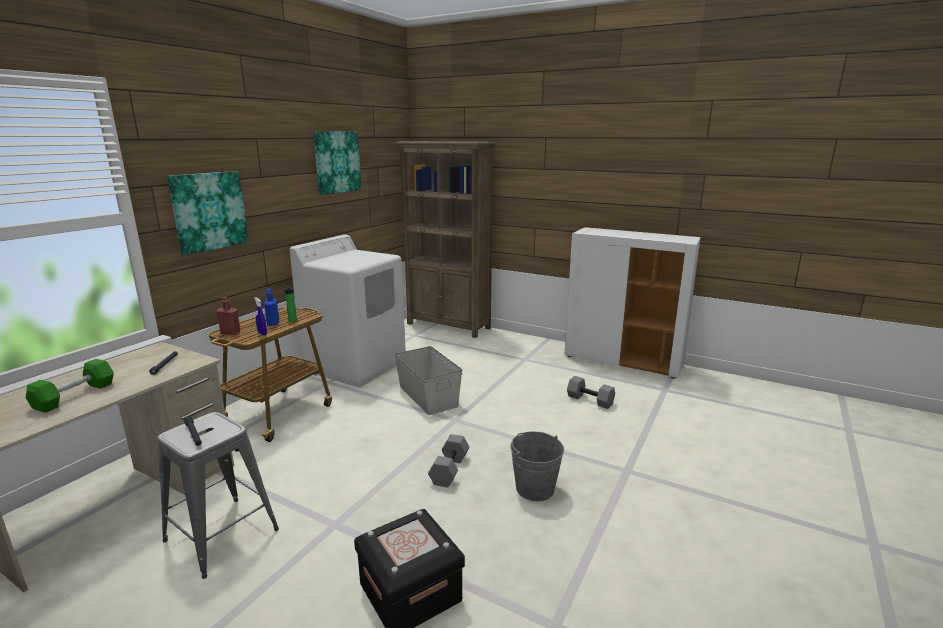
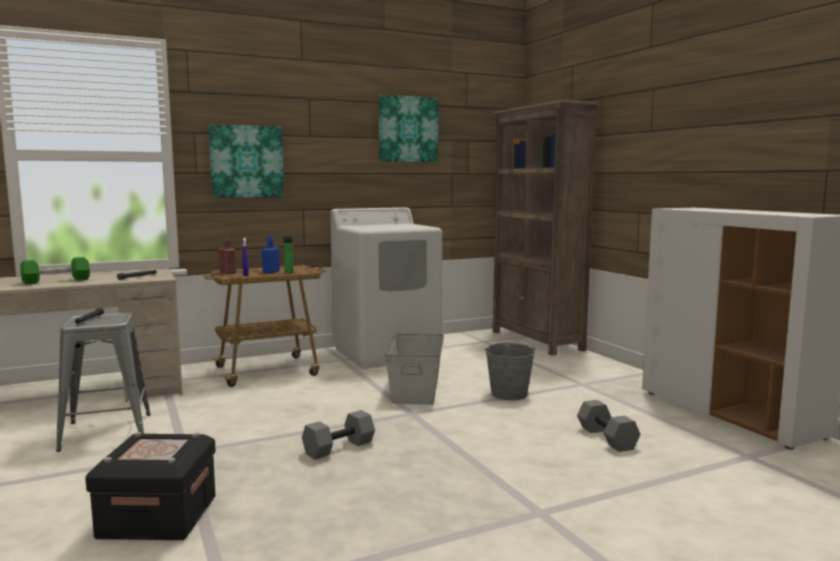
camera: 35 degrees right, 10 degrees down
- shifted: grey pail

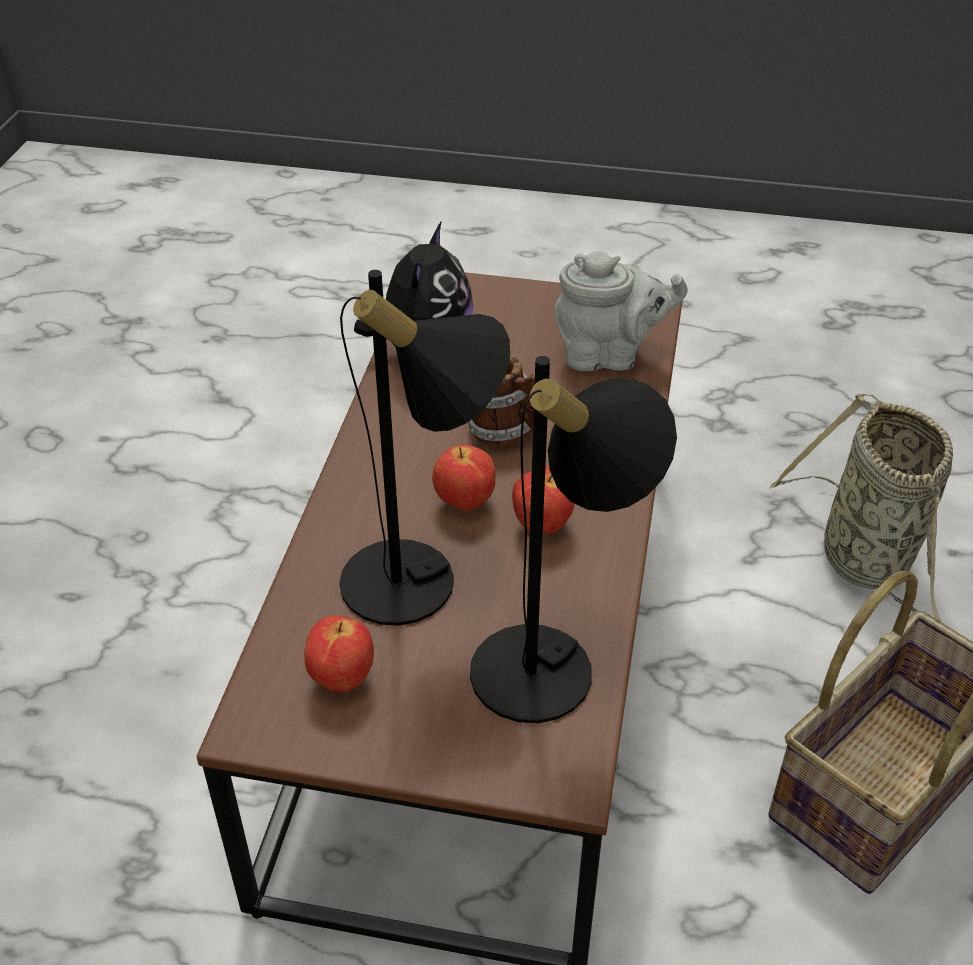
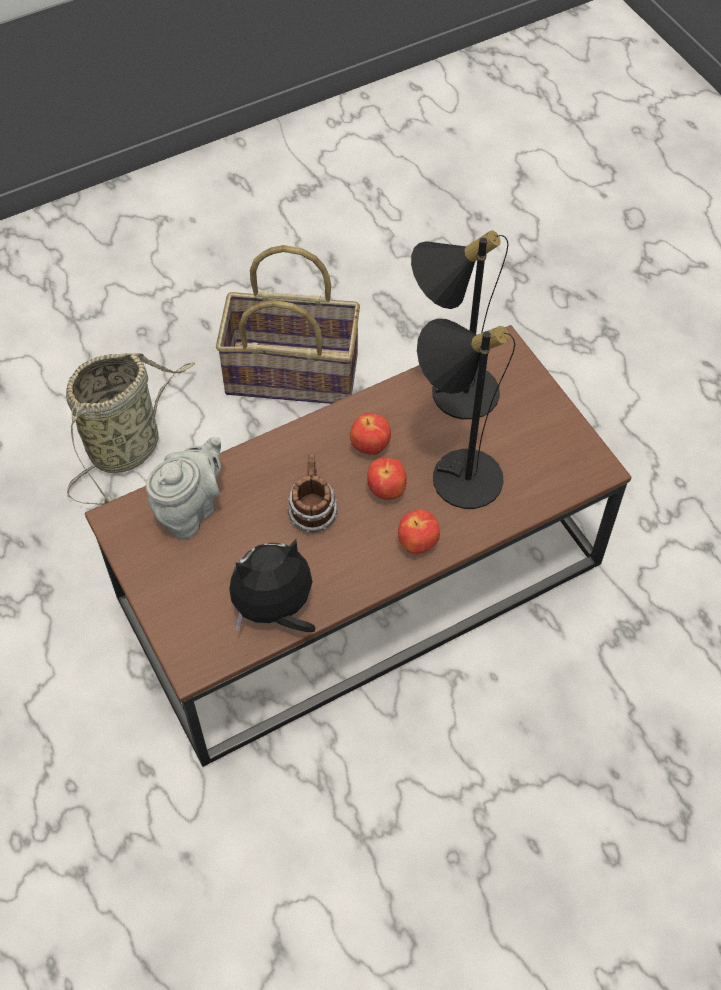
camera: 130 degrees left, 15 degrees up
- shifted: apple (no. 1 from left in the first image) to apple (no. 3 from left)
- rotated: grey pot for tea 75 degrees clockwise

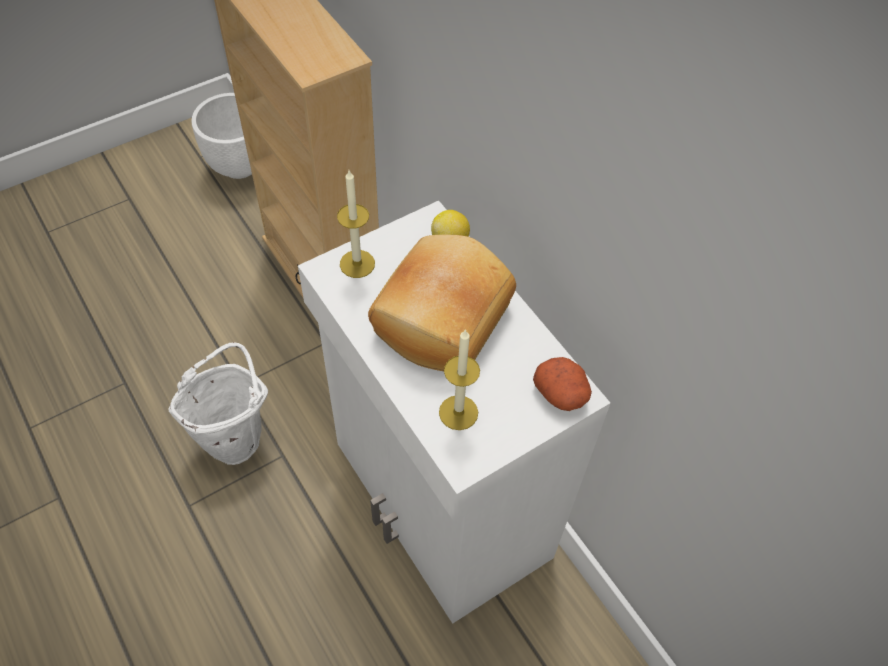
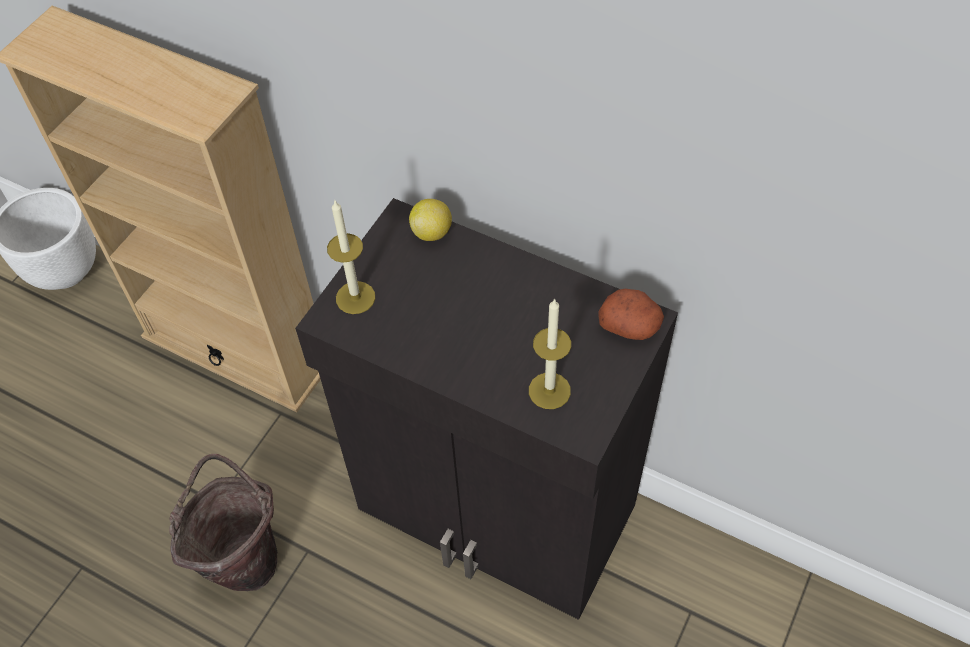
camera: 25 degrees left, 0 degrees up
- gone: baked bread
- repainted: whitish pail to brown-coloured pail
- repainted: whitish storage cabinet to black storage cabinet

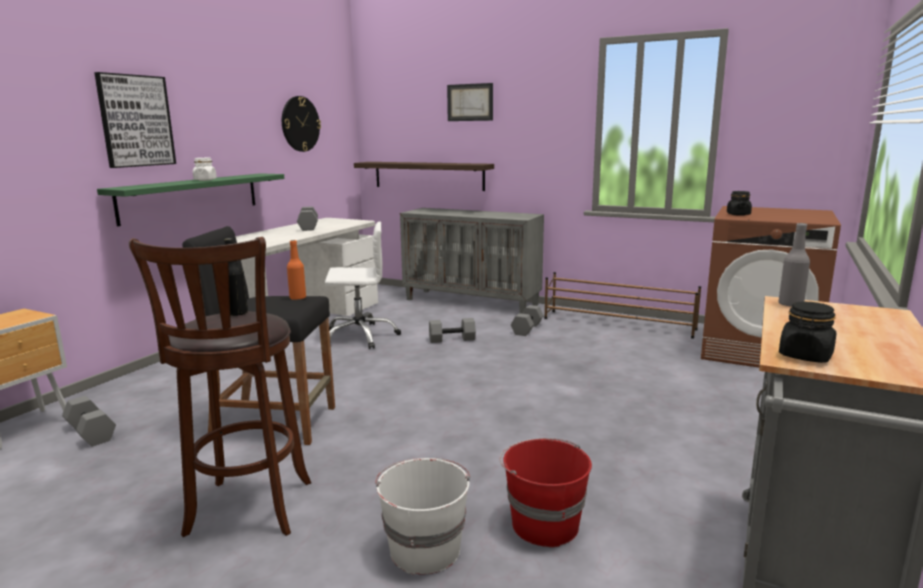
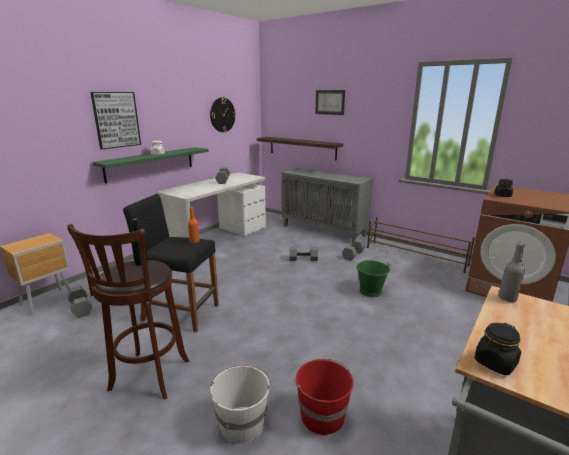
camera: 10 degrees right, 5 degrees up
- gone: whitish office chair
- new: greenish pail

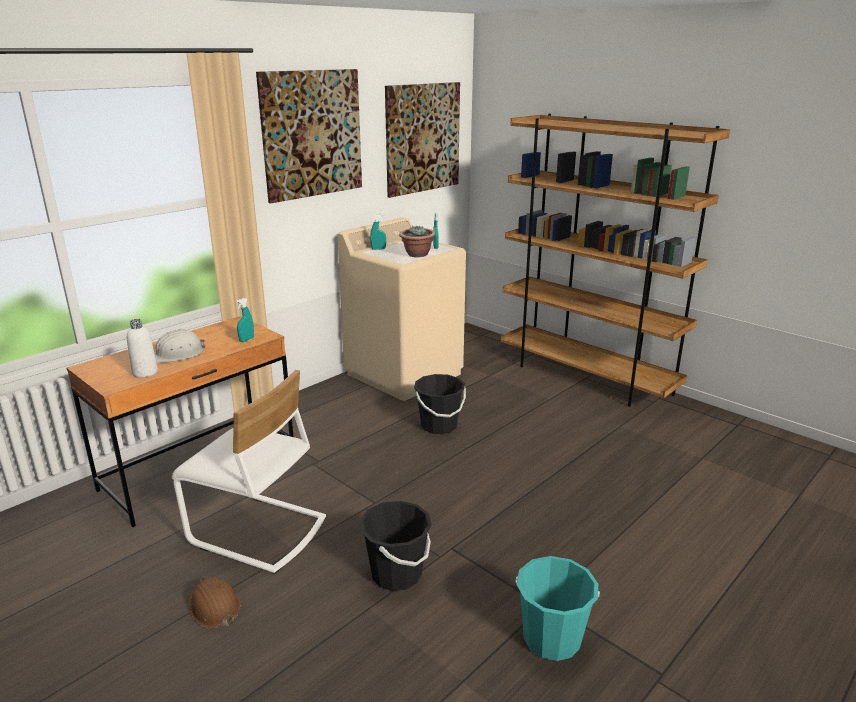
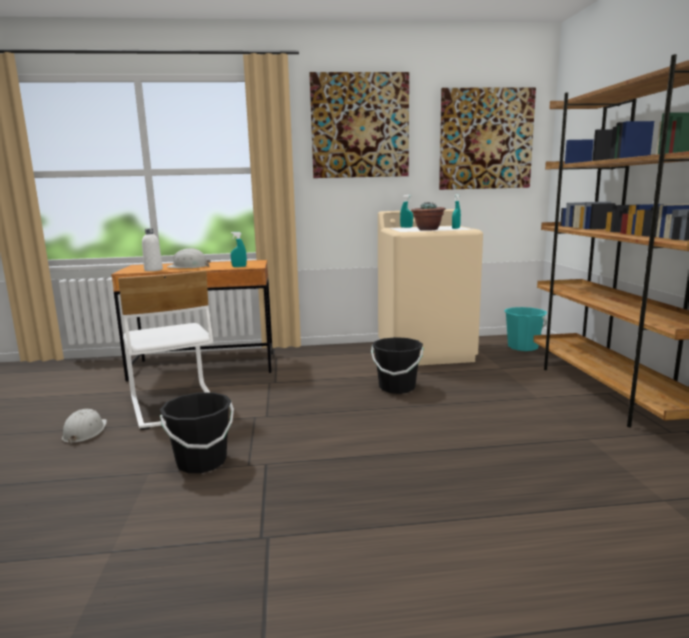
camera: 40 degrees right, 10 degrees down
- shifted: turquoise-coloured pail
- repainted: brown-coloured safety helmet to whitish safety helmet (no. 1 from left)

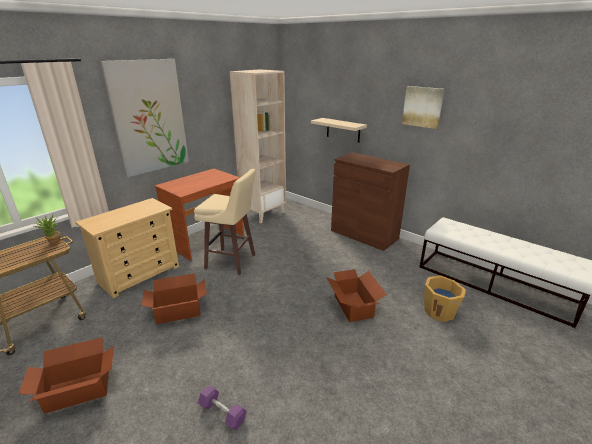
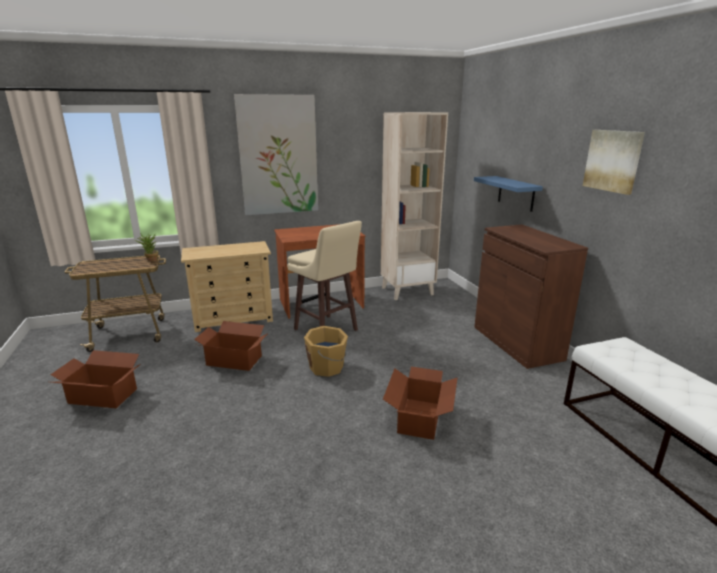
camera: 30 degrees right, 5 degrees down
- gone: purplish dumbbell
- shifted: orange pail
- repainted: sand-coloured bracket shelf to blue bracket shelf

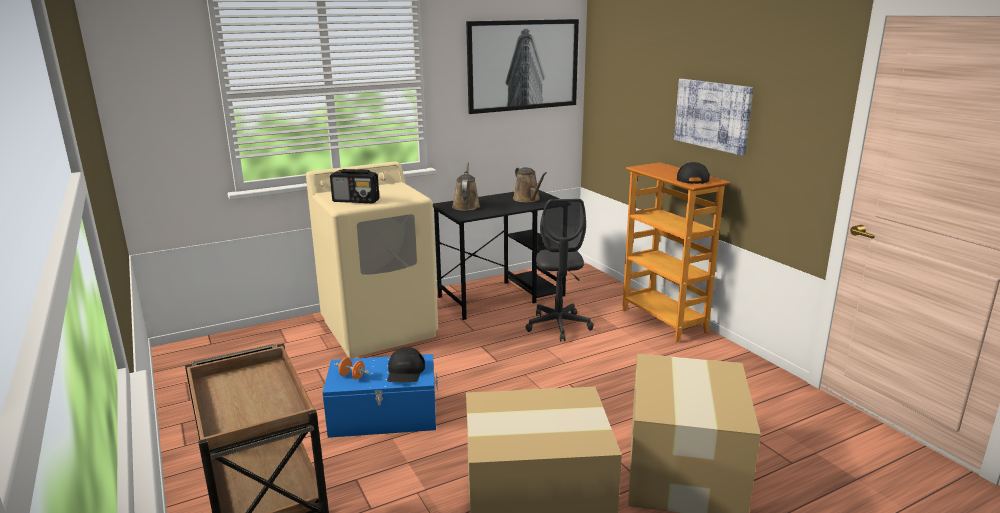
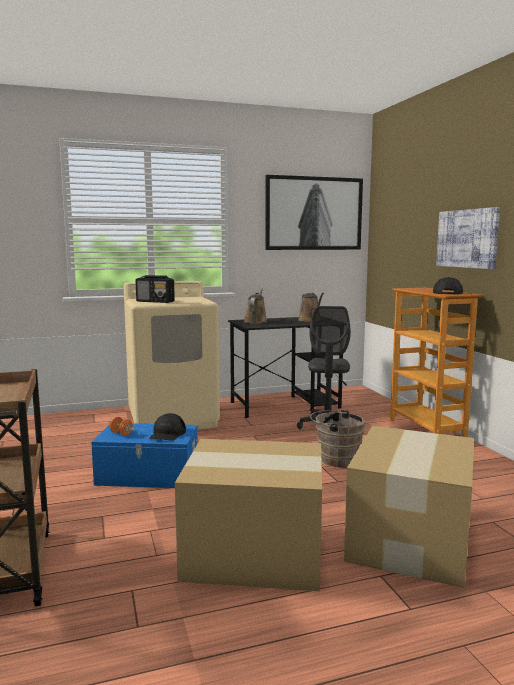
camera: 10 degrees right, 10 degrees down
- new: brown-coloured pail

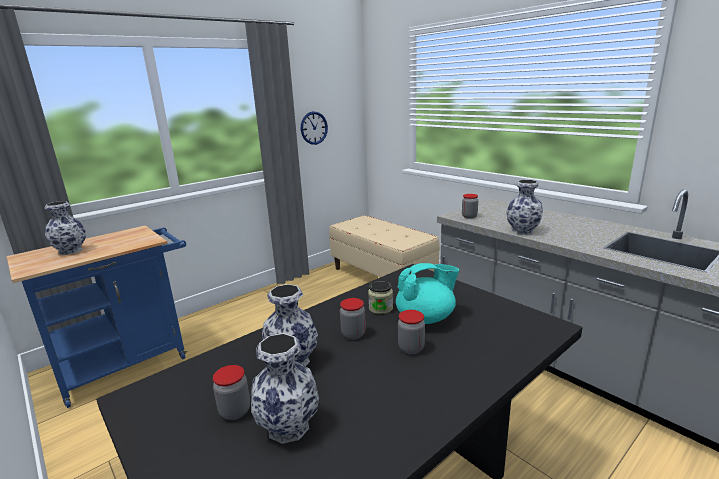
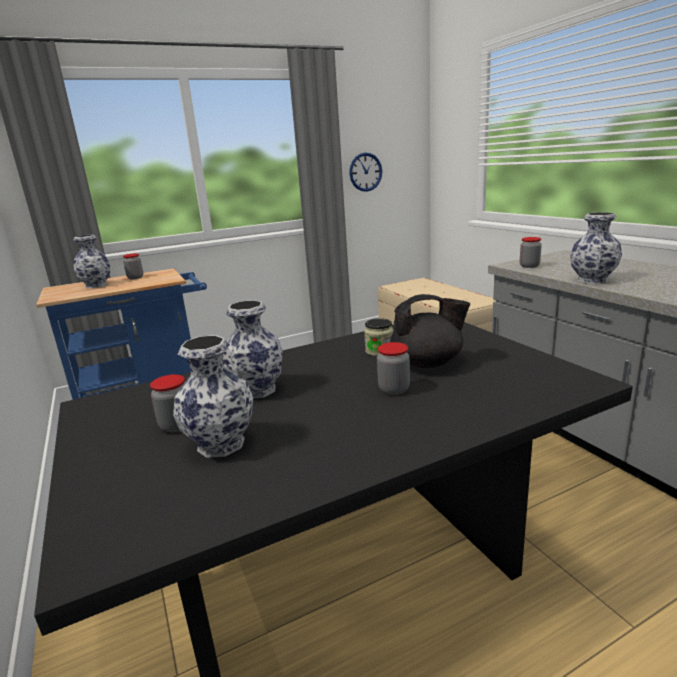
camera: 15 degrees right, 0 degrees up
- shifted: preserve jar (no. 2 from left in the first image) to preserve jar (no. 1 from left)
- repainted: turquoise-coloured pot for tea to black pot for tea

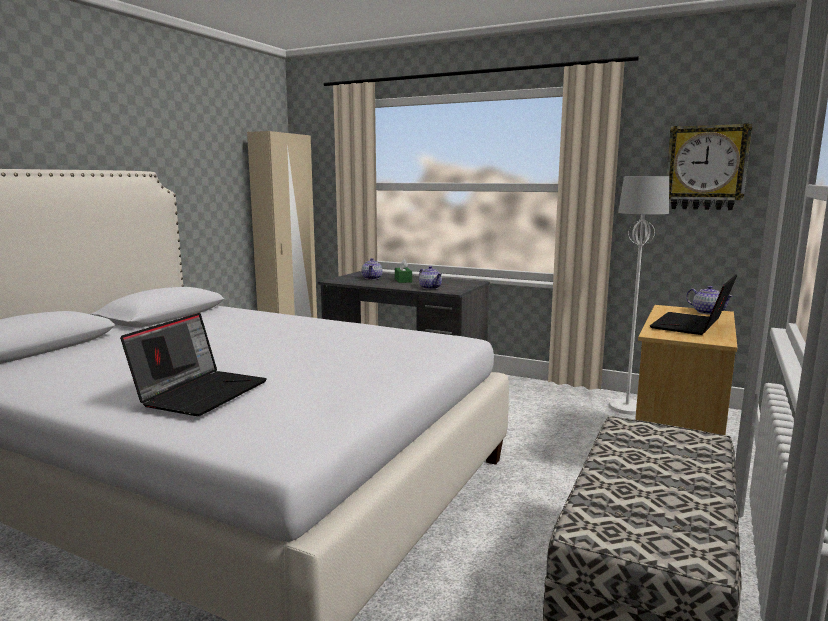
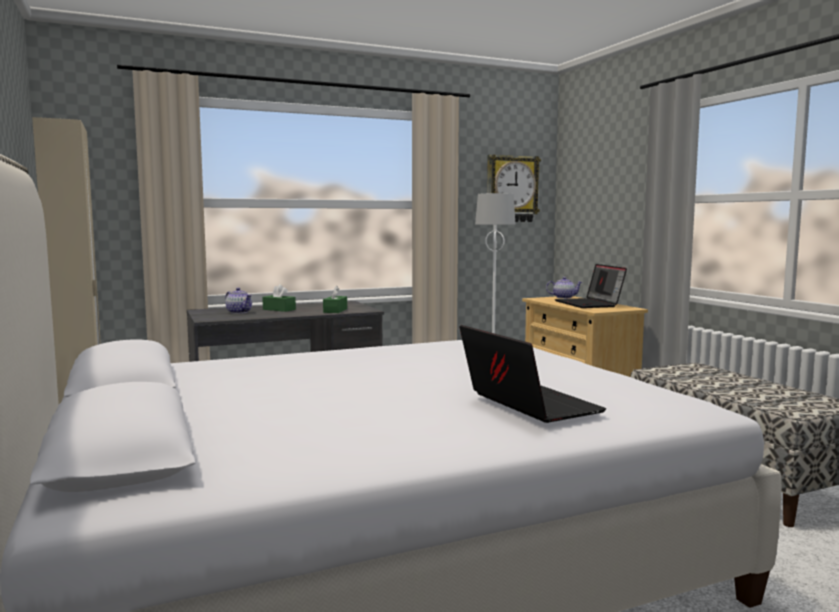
camera: 50 degrees left, 5 degrees down
- swapped: pot for tea (no. 2 from left) to greenish box of tissues (no. 2 from left)

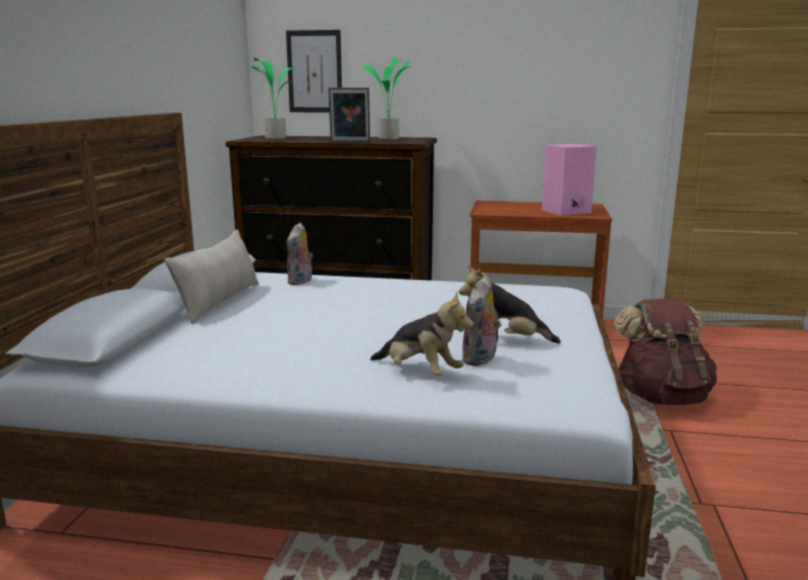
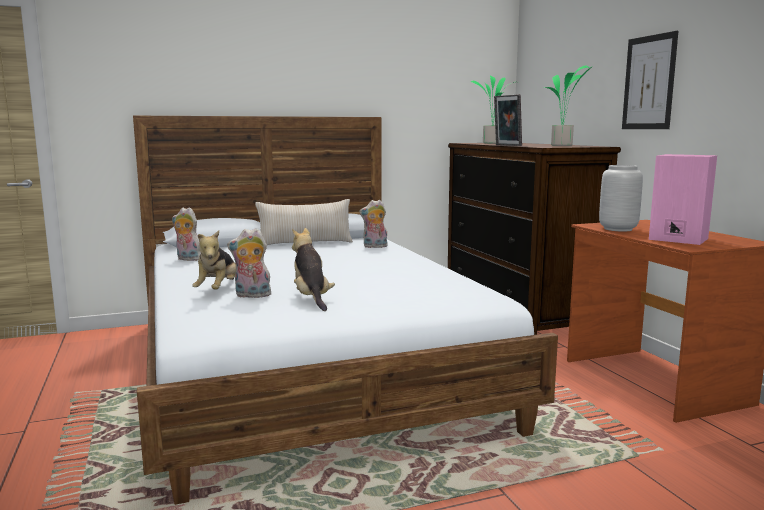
camera: 60 degrees right, 5 degrees down
- gone: brown-coloured rucksack
- new: cuddly toy (no. 1 from left)
- new: grey flower vase
- shifted: wall picture

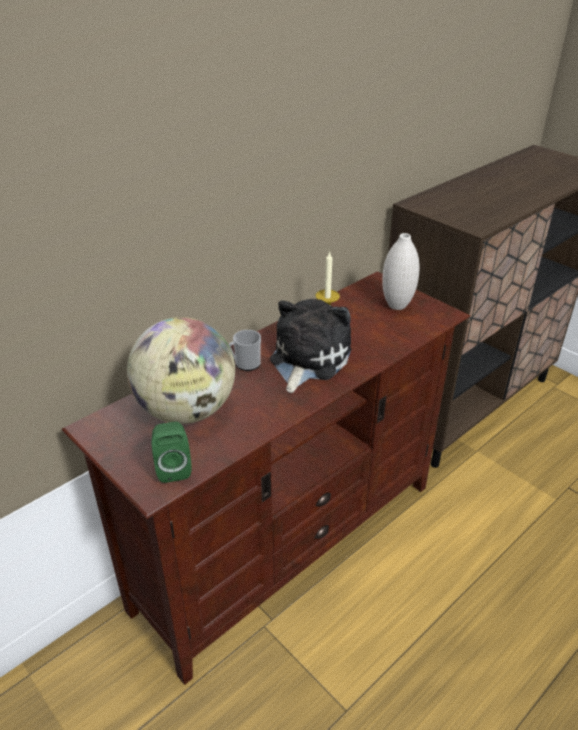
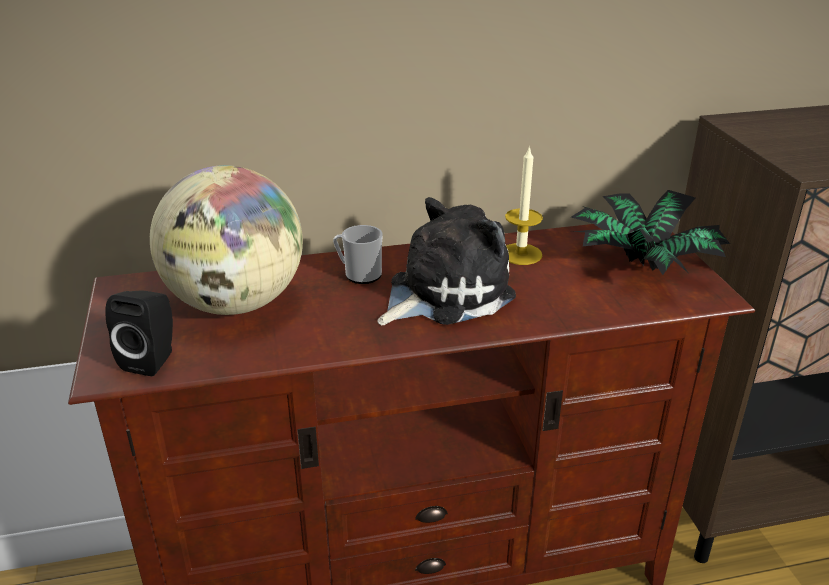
camera: 30 degrees right, 5 degrees down
- swapped: whitish flower vase to potted plant
- repainted: greenish audio speaker to black audio speaker

